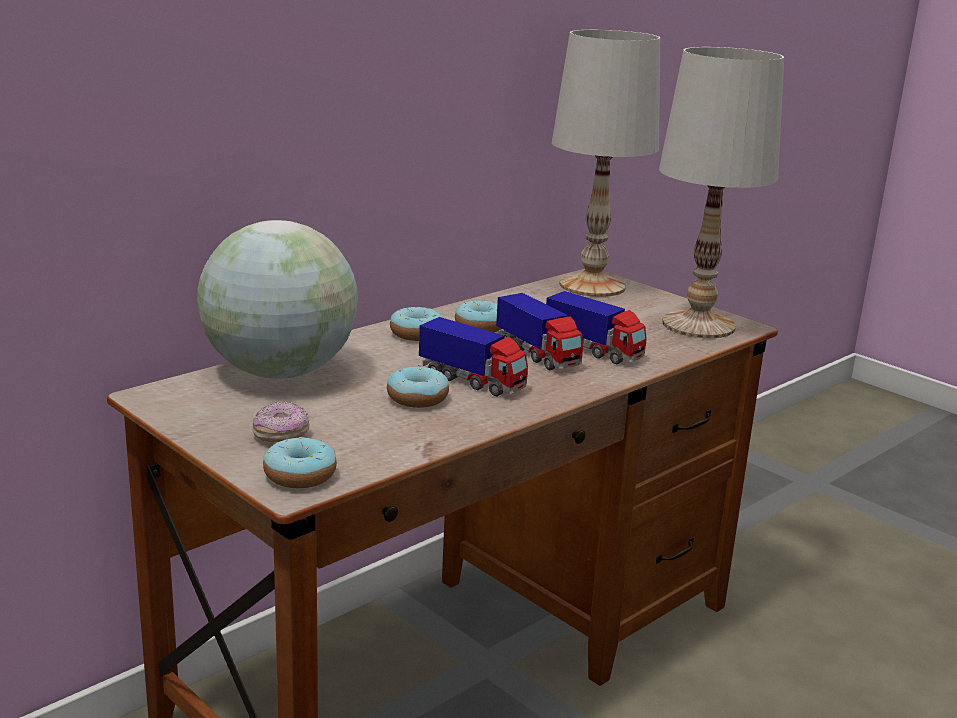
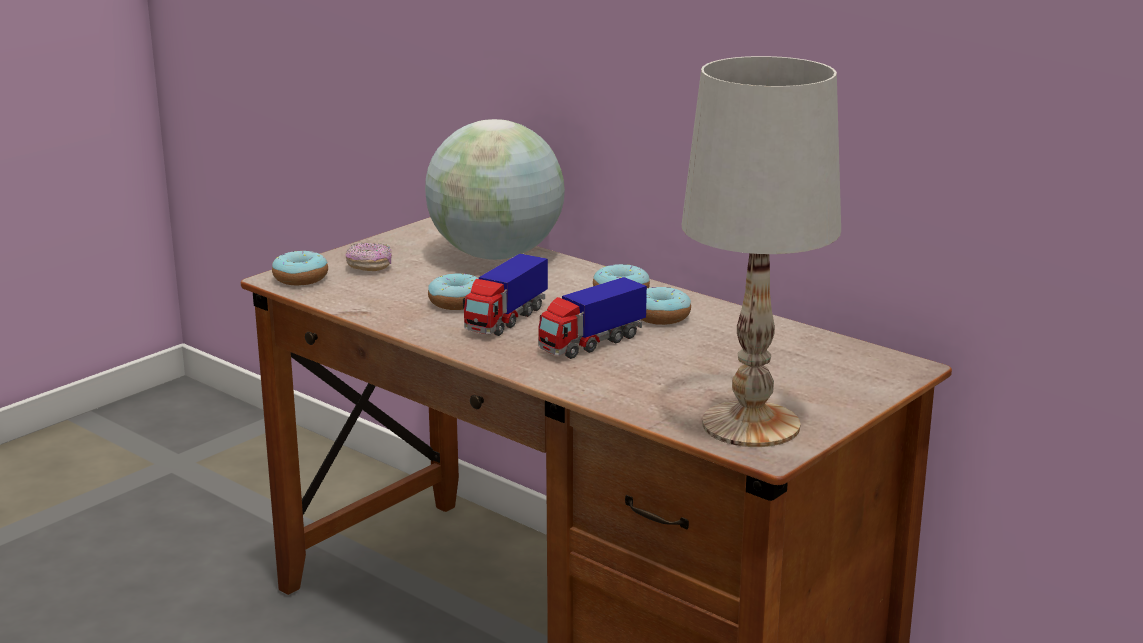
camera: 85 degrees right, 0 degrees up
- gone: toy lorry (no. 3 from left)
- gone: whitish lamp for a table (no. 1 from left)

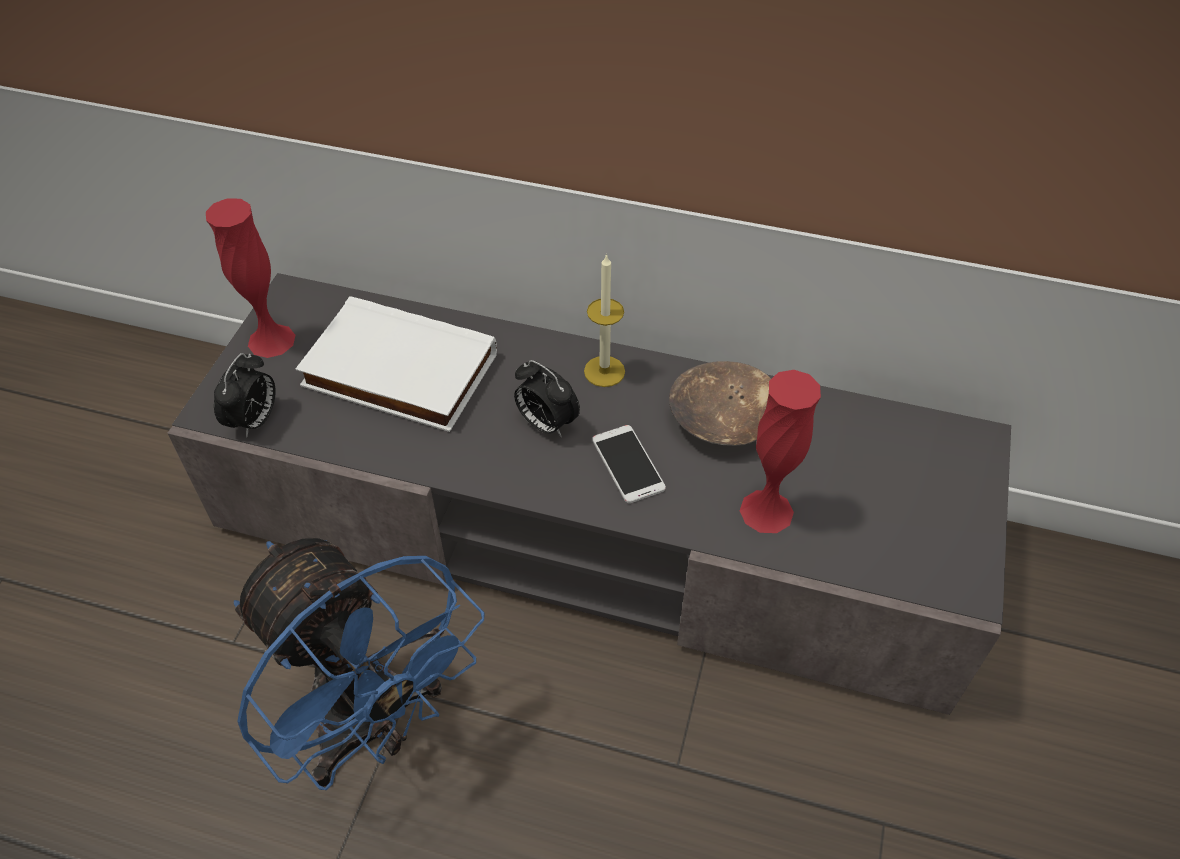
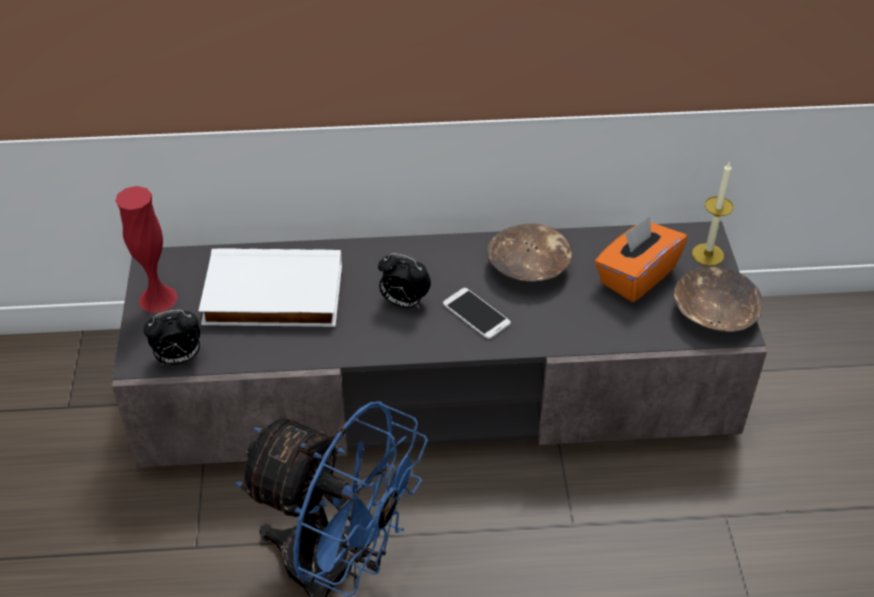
camera: 20 degrees left, 5 degrees down
- gone: reddish flower vase (no. 2 from left)
- new: orange box of tissues
- new: brown-coloured bowl (no. 2 from left)
- shifted: candle
- rotated: bedside clock (no. 1 from left) 75 degrees clockwise

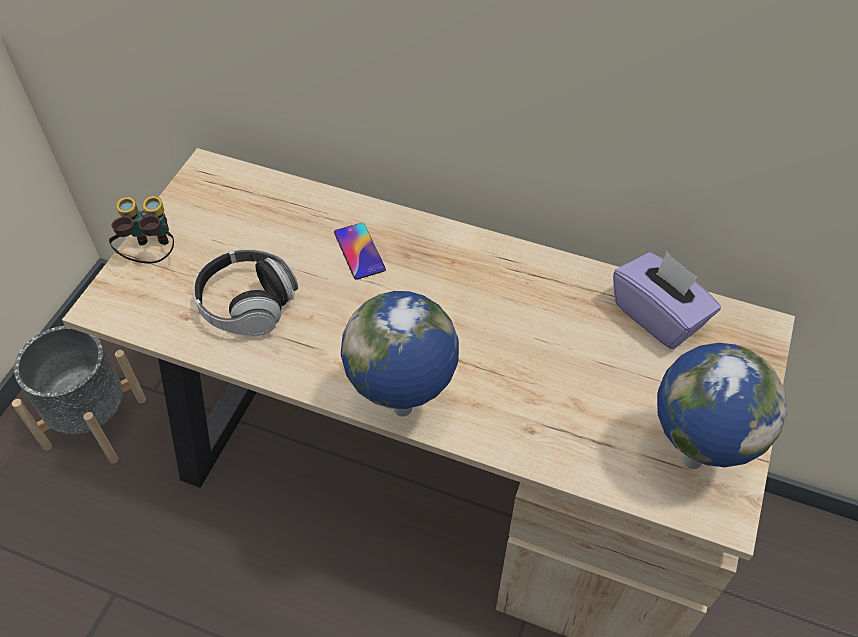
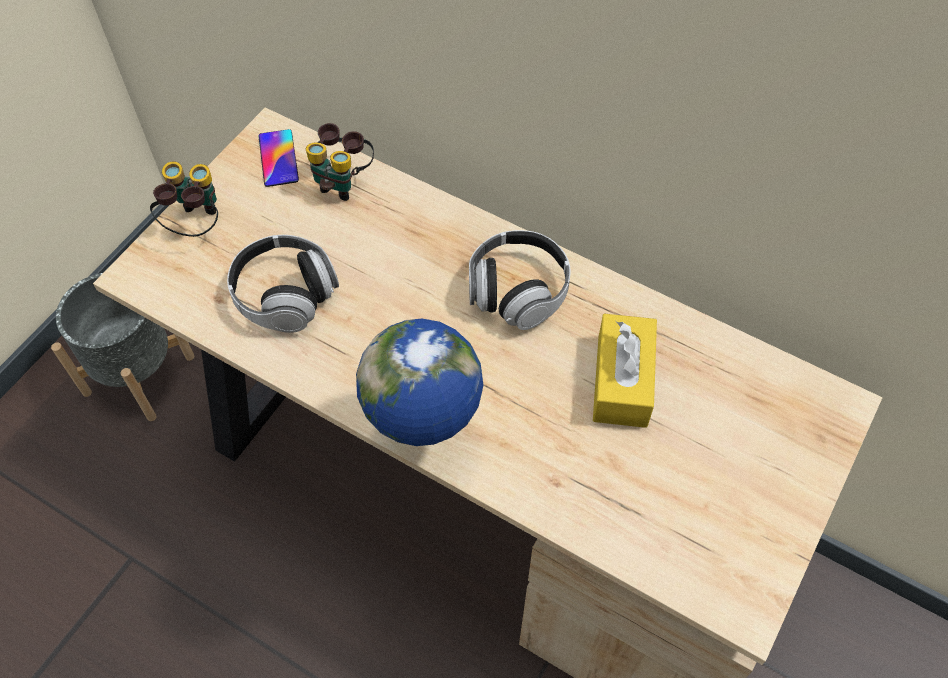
camera: 10 degrees right, 5 degrees up
- gone: purplish box of tissues
- gone: globe (no. 2 from left)
- new: pair of binoculars (no. 2 from left)
- new: headphones (no. 2 from left)
- new: yellow-coloured box of tissues
- shifted: phone

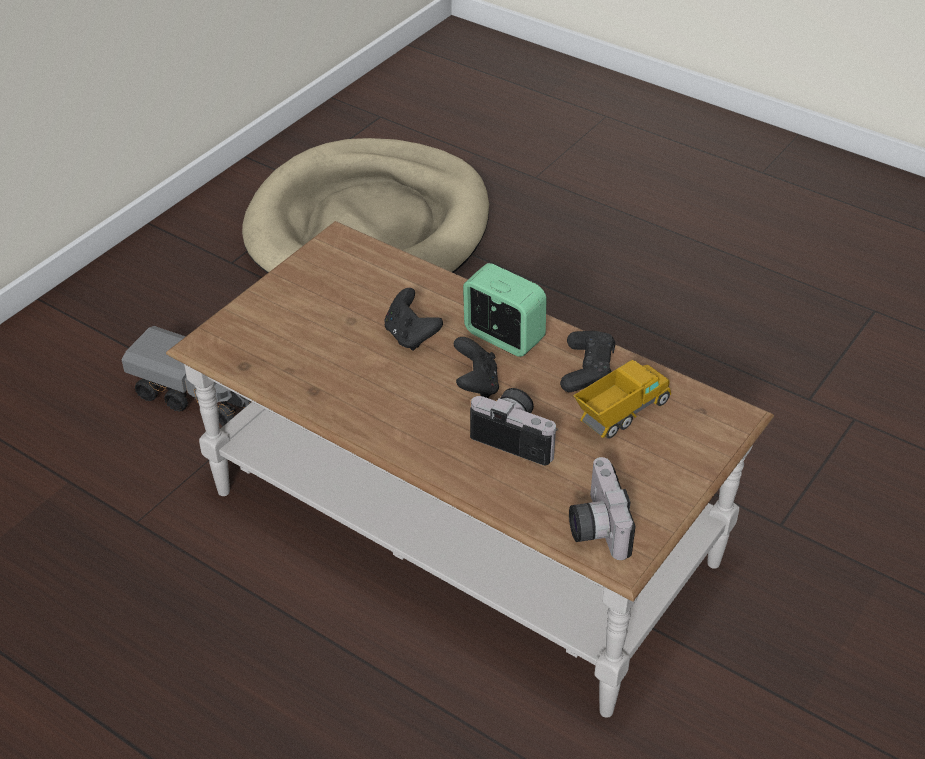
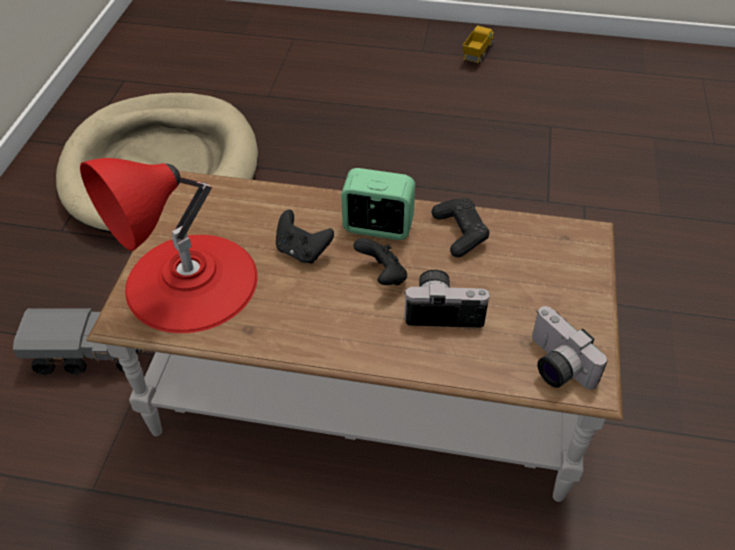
camera: 25 degrees left, 5 degrees up
- new: reddish lamp for a table
- shifted: toy lorry (no. 2 from left)

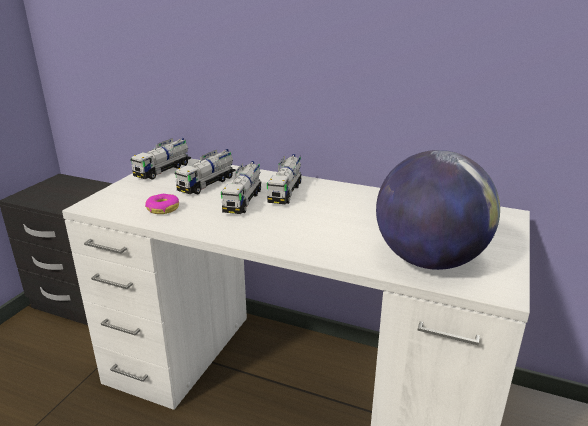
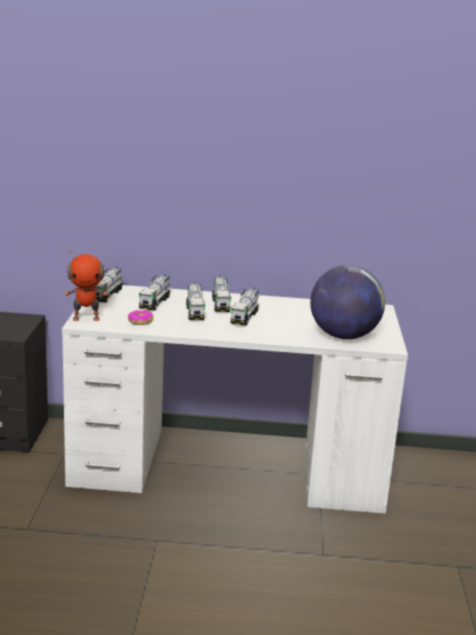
camera: 20 degrees left, 5 degrees down
- new: toy robot
- new: toy lorry (no. 5 from left)

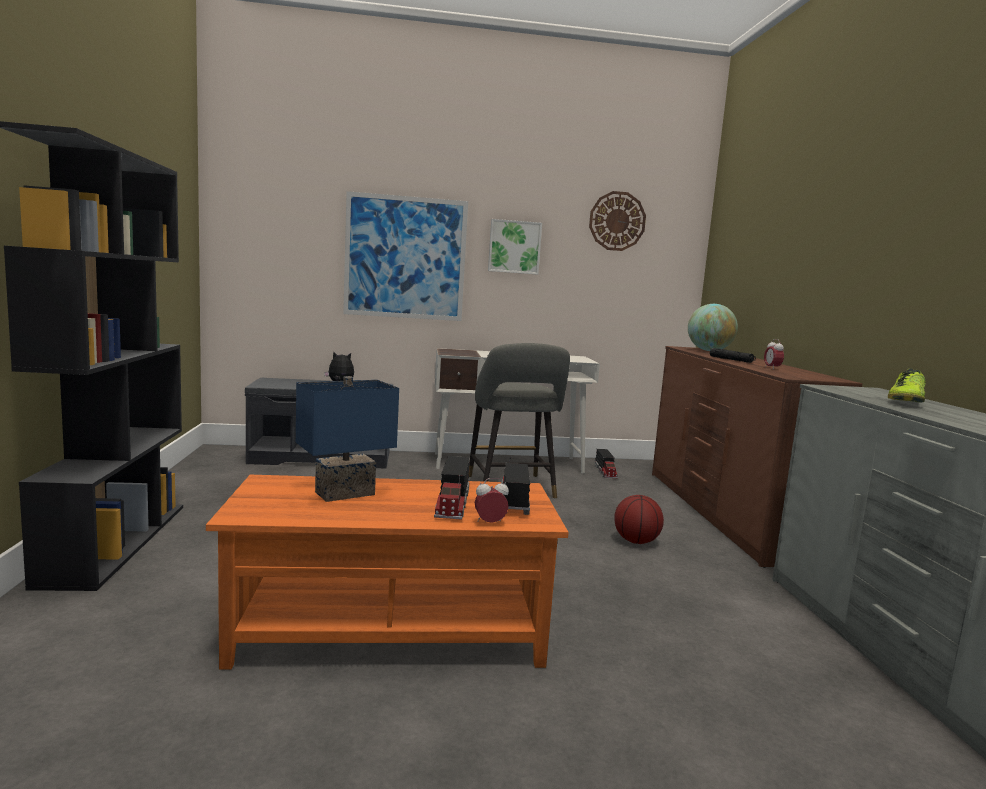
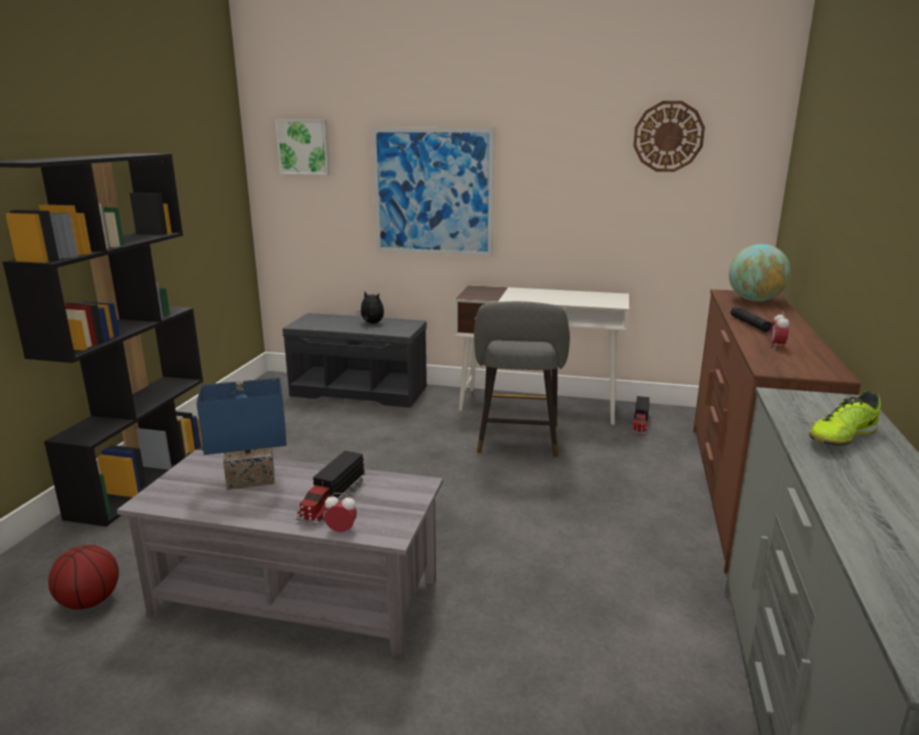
camera: 20 degrees right, 10 degrees up
- gone: toy lorry (no. 2 from left)
- shifted: wall picture (no. 2 from left in the first image) to wall picture (no. 1 from left)
- shifted: basketball
- repainted: orange low table to grey low table

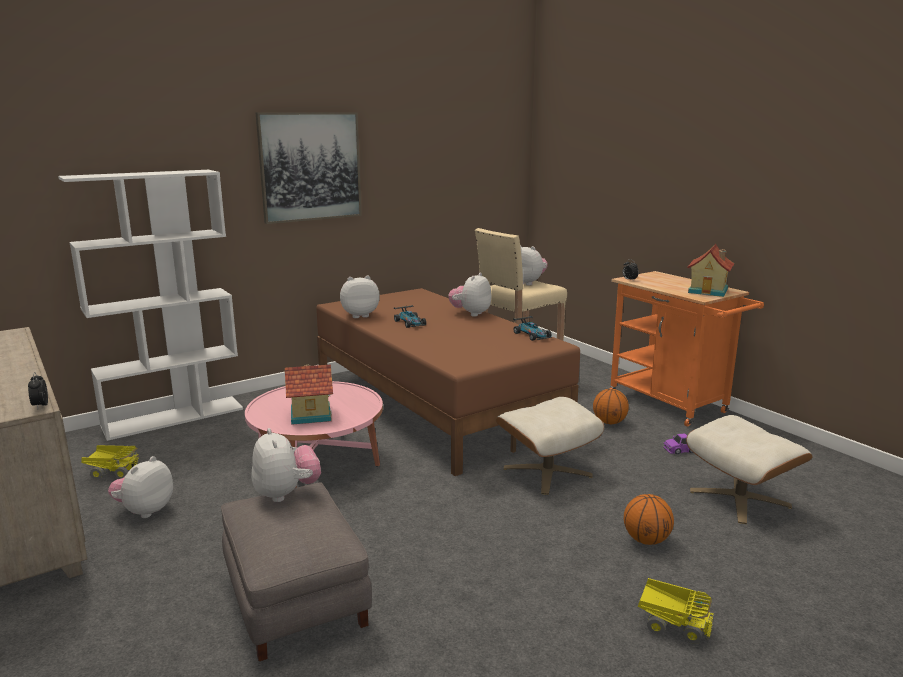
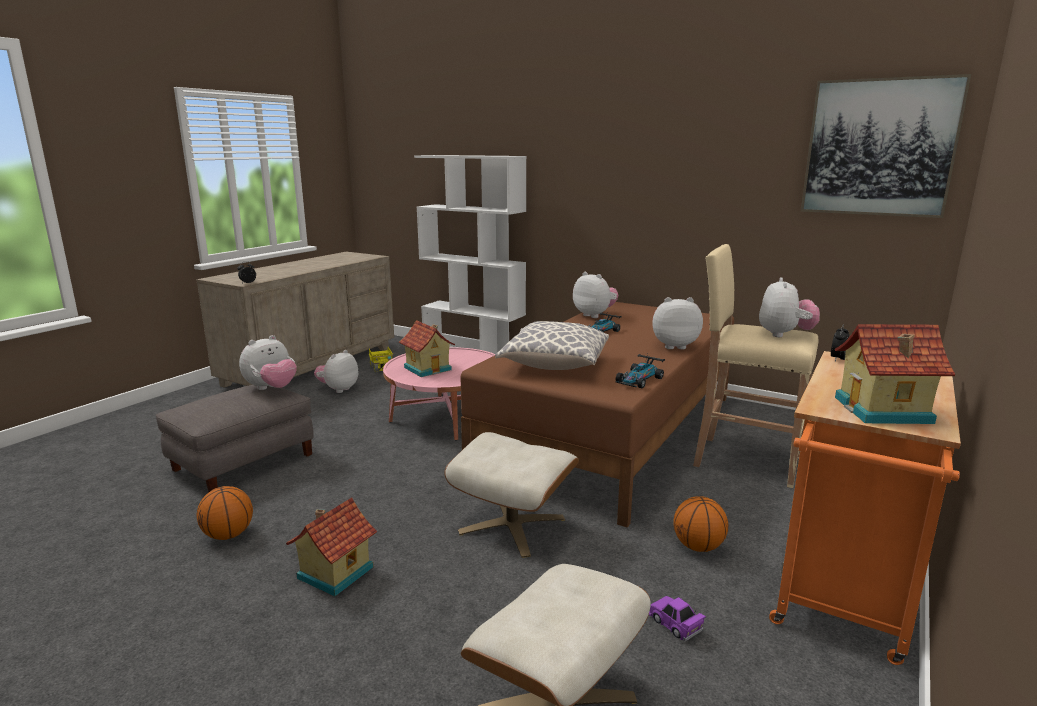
camera: 65 degrees right, 0 degrees up
- gone: toy lorry (no. 2 from left)
- new: miniature house (no. 1 from left)
- new: throw pillow
- shifted: wall picture
- shifted: basketball (no. 2 from left in the first image) to basketball (no. 1 from left)
- rotated: cuddly toy (no. 1 from left in the first image) 60 degrees counterclockwise

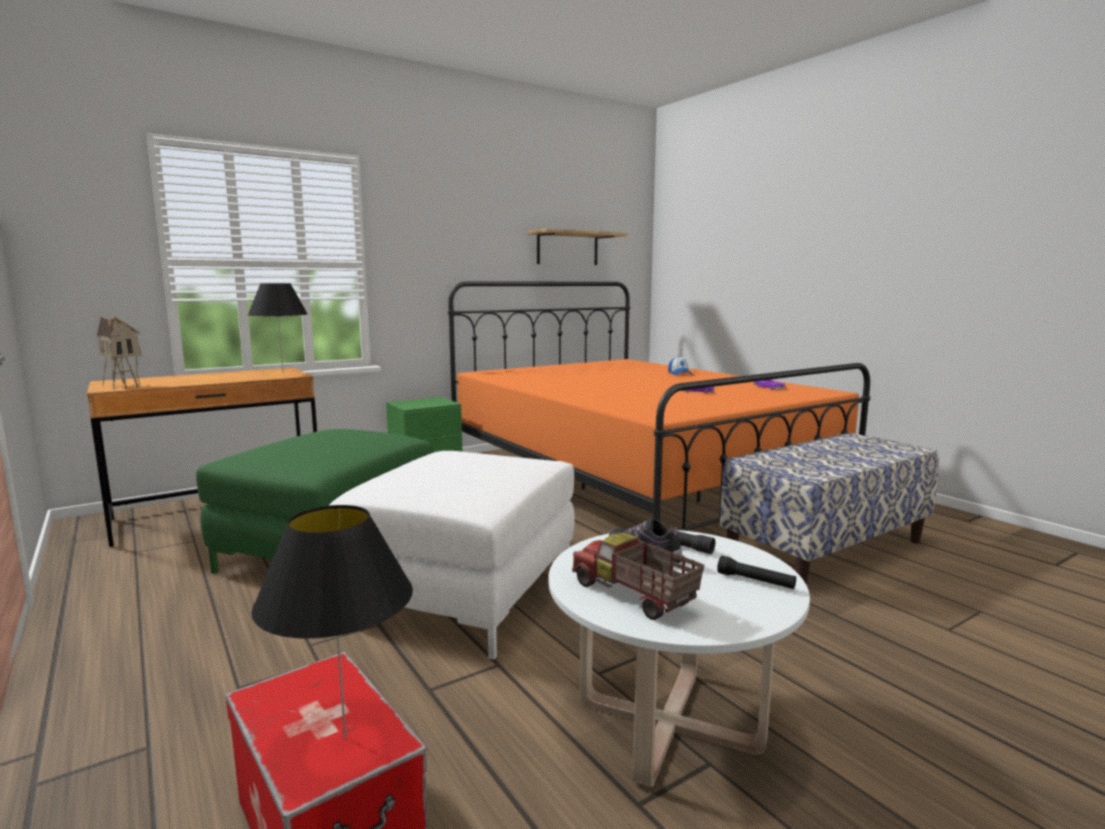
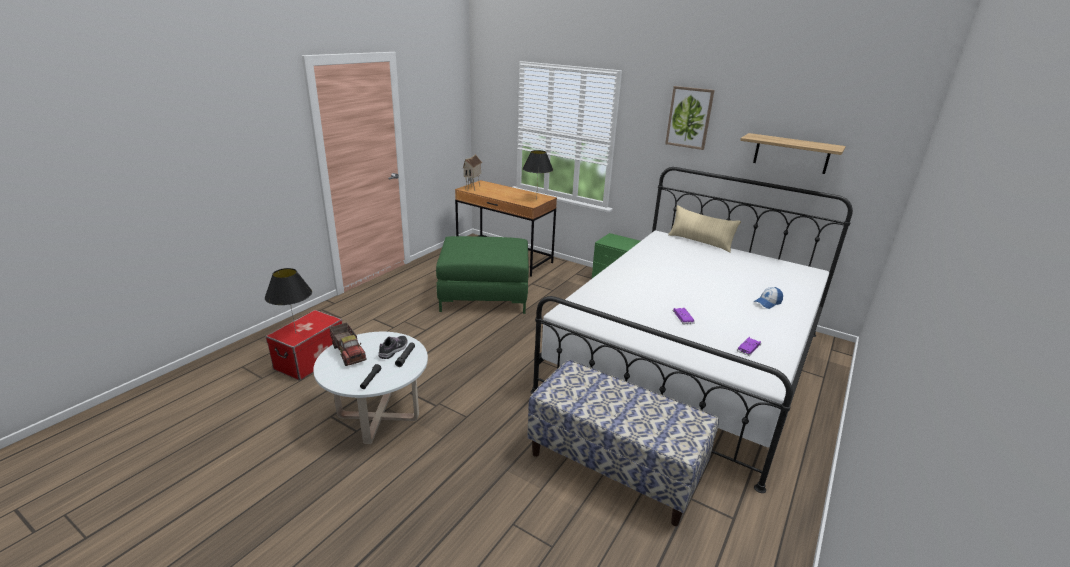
camera: 65 degrees right, 15 degrees up
- gone: whitish footrest
- new: wall picture
- new: sand-coloured throw pillow
- repainted: orange bed to whitish bed
- rotated: toy lorry 120 degrees clockwise

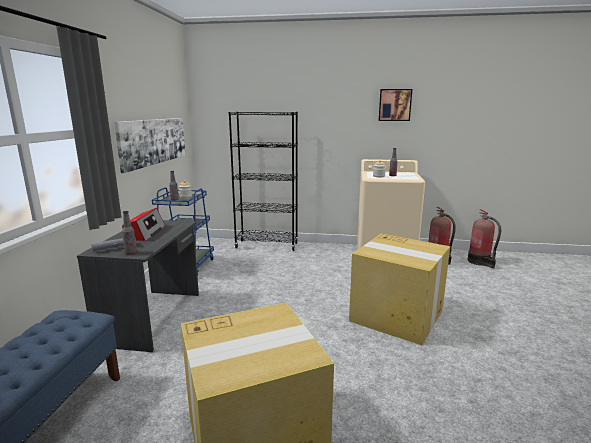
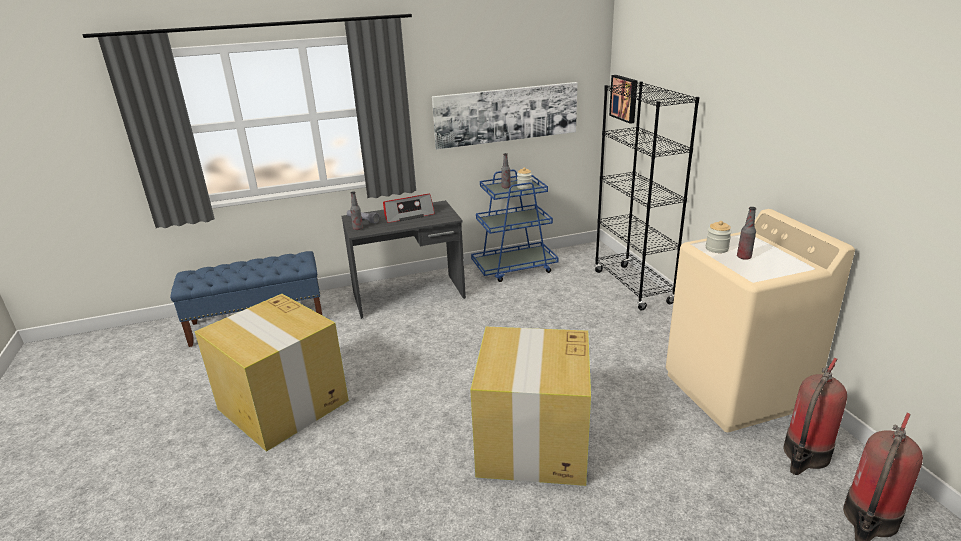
camera: 65 degrees right, 10 degrees up
- shifted: wall picture (no. 2 from left)

